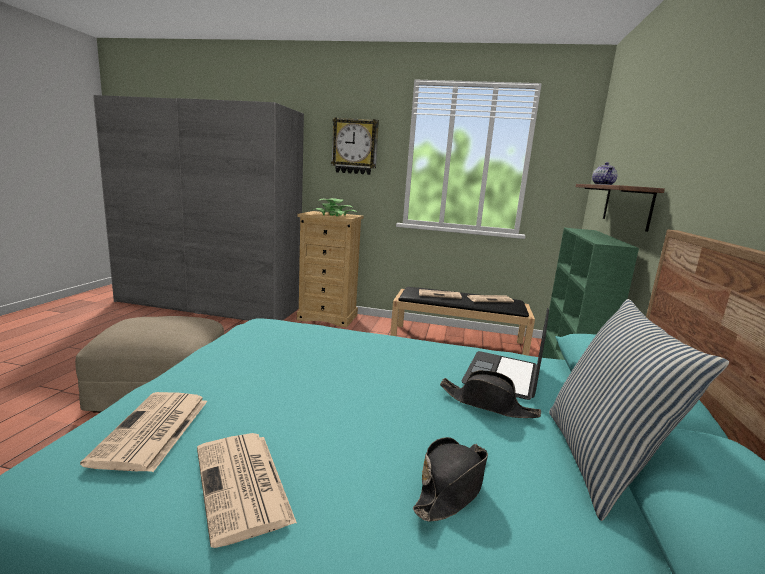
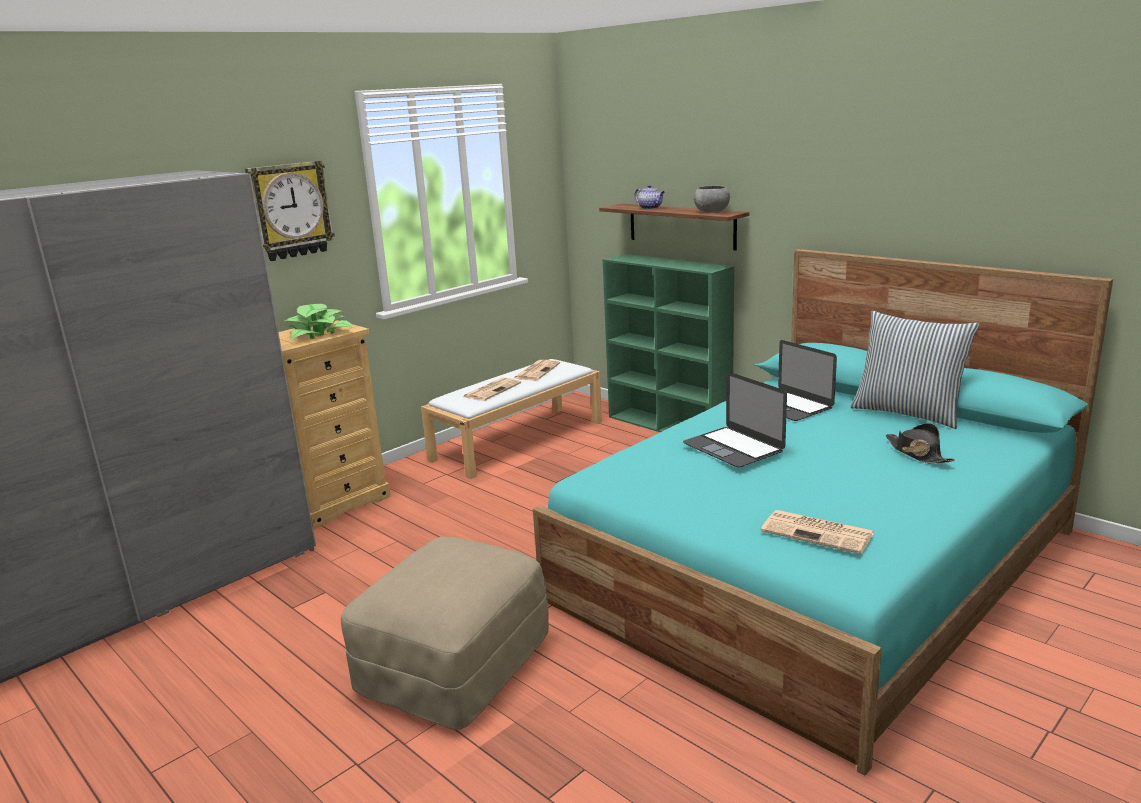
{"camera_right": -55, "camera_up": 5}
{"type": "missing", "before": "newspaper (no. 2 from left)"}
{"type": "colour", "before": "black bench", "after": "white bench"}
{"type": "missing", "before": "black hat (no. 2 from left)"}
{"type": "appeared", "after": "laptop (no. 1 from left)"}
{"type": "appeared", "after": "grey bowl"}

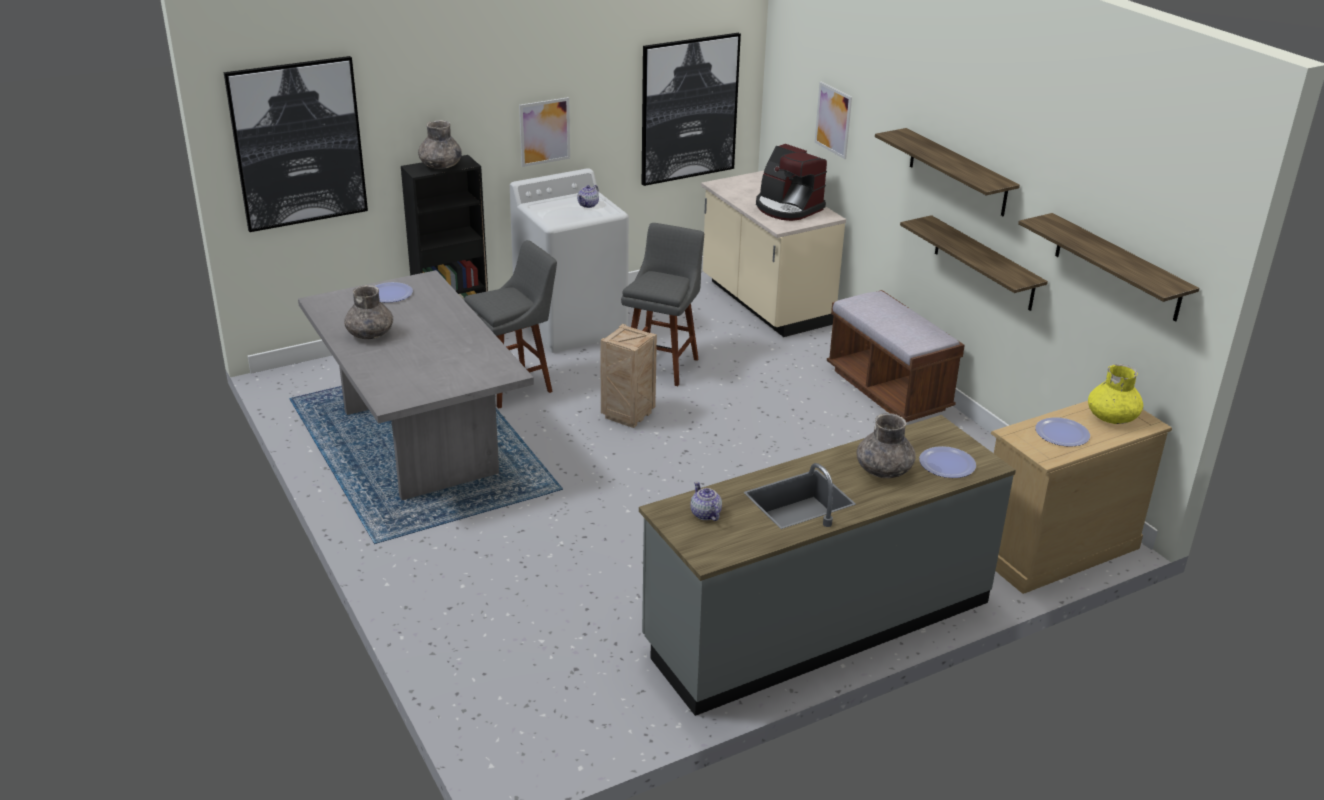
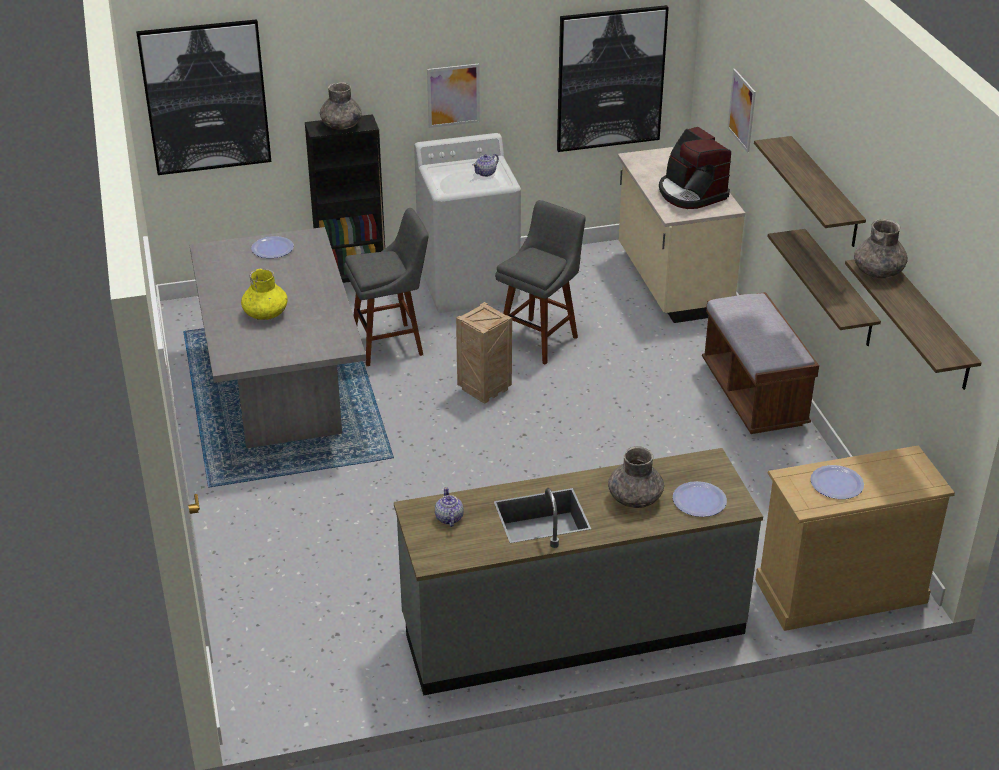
{"camera_right": 15, "camera_up": 5}
{"type": "relocated", "before": "grey vase (no. 1 from left in the first image)", "after": "grey vase (no. 3 from left)"}
{"type": "relocated", "before": "yellow vase"}

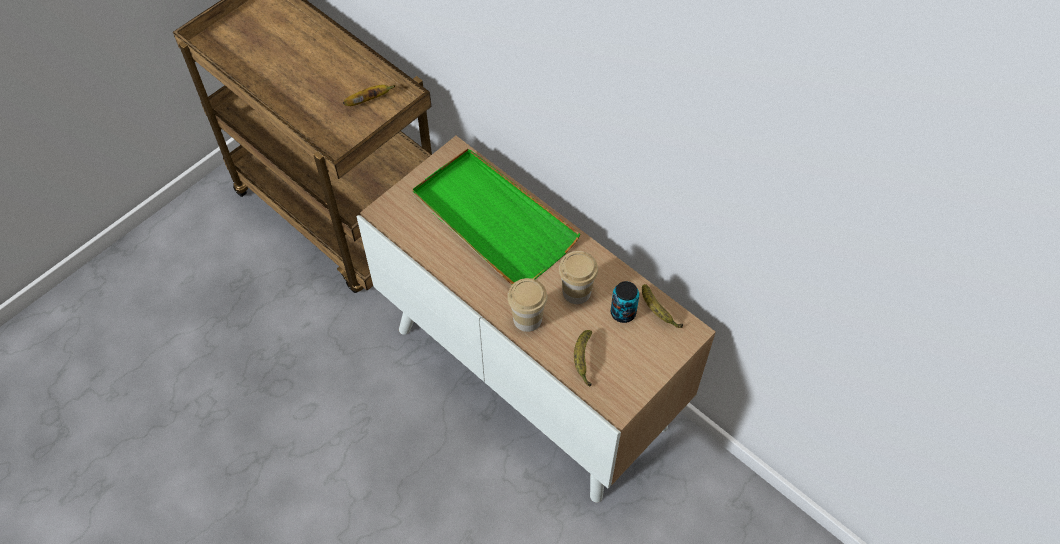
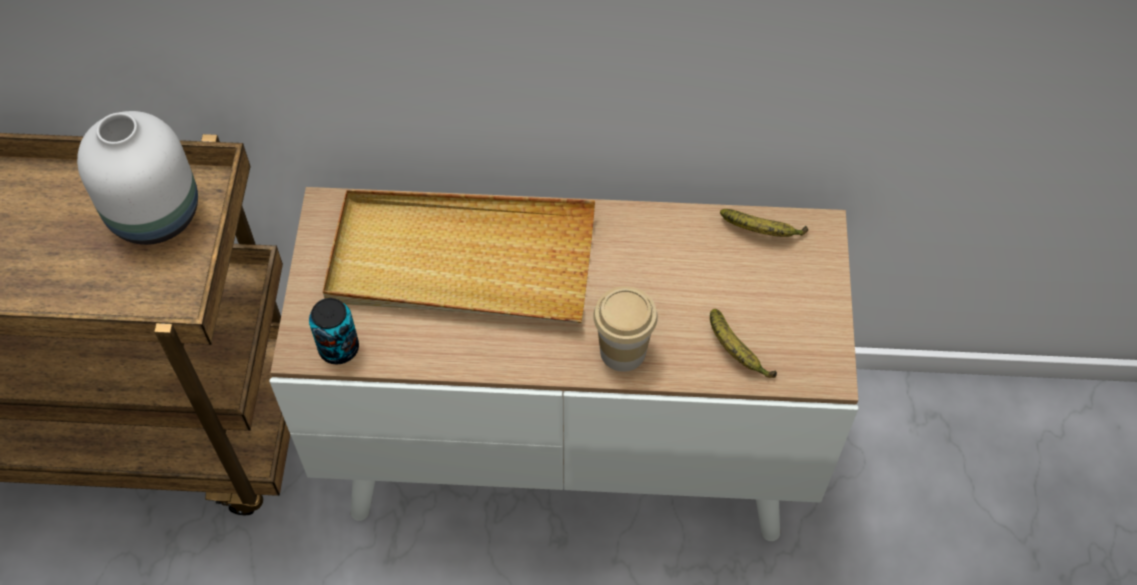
{"camera_right": -40, "camera_up": 0}
{"type": "exchanged", "before": "banana (no. 1 from left)", "after": "white vase"}
{"type": "colour", "before": "green tray", "after": "beige tray"}
{"type": "missing", "before": "cup (no. 2 from left)"}
{"type": "relocated", "before": "can"}

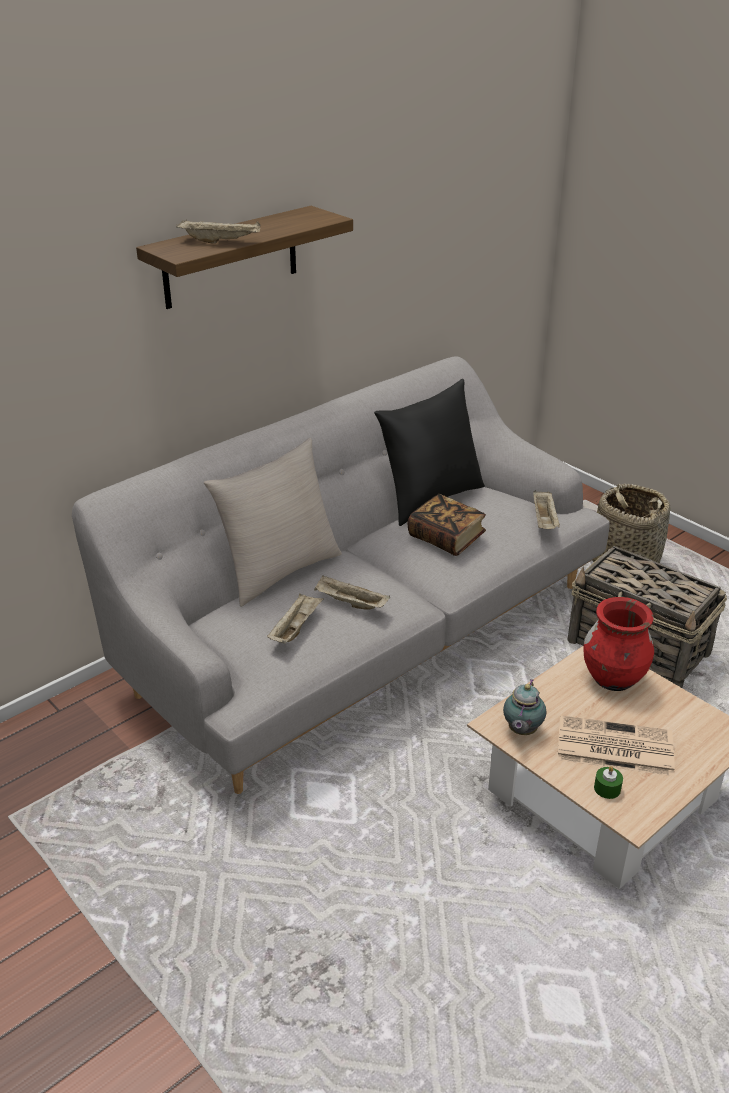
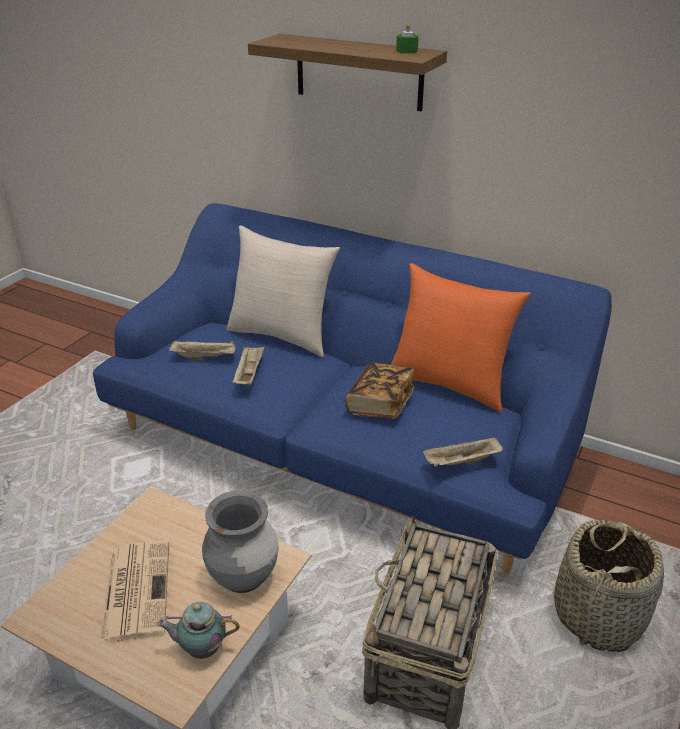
{"camera_right": 70, "camera_up": 0}
{"type": "colour", "before": "grey sofa", "after": "blue sofa"}
{"type": "missing", "before": "beige tray (no. 1 from left)"}
{"type": "colour", "before": "black pillow", "after": "orange pillow"}
{"type": "relocated", "before": "teapot"}
{"type": "colour", "before": "red vase", "after": "grey vase"}
{"type": "relocated", "before": "green candle"}

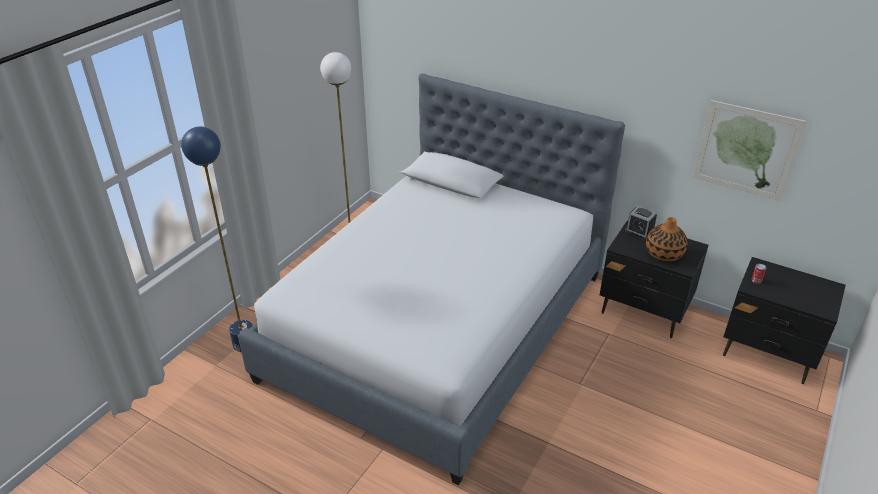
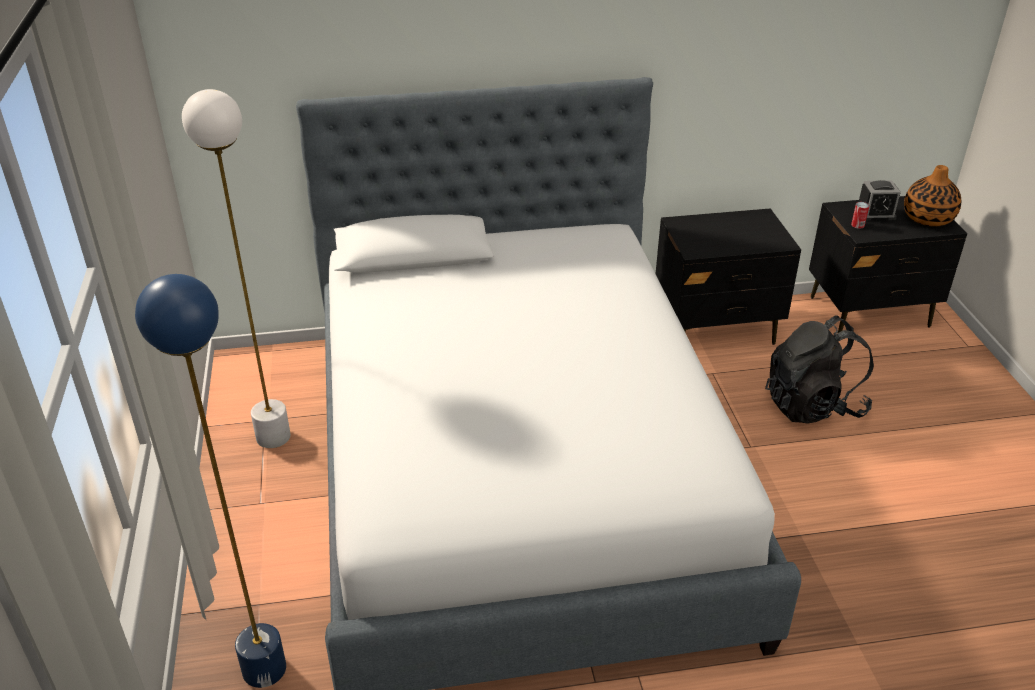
{"camera_right": -40, "camera_up": 0}
{"type": "relocated", "before": "alarm clock"}
{"type": "relocated", "before": "vase"}
{"type": "missing", "before": "picture"}
{"type": "appeared", "after": "black backpack"}

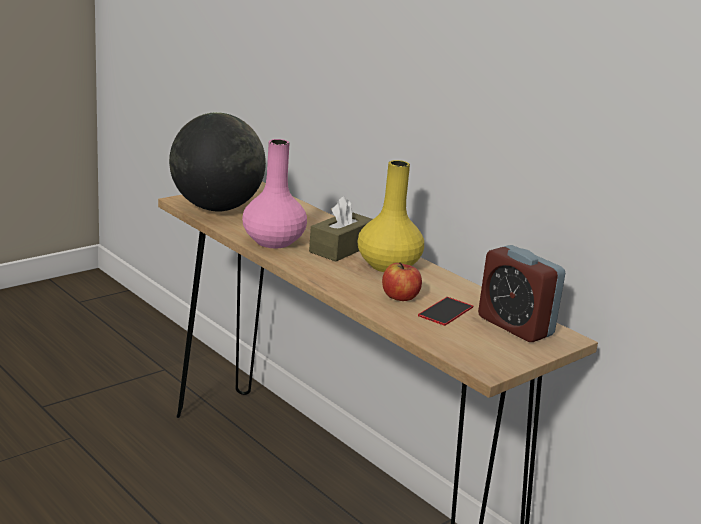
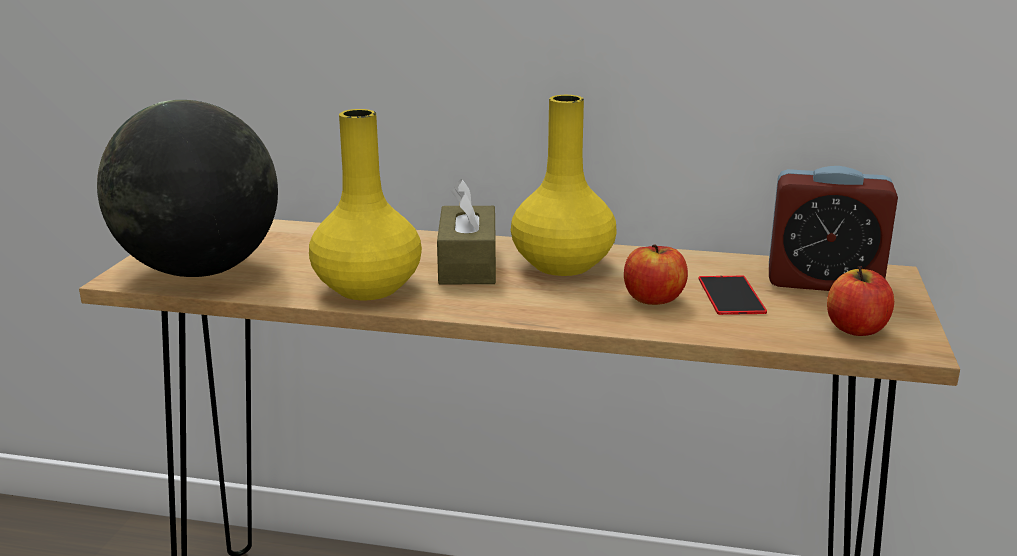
{"camera_right": -35, "camera_up": 0}
{"type": "colour", "before": "pink vase", "after": "yellow vase (no. 1 from left)"}
{"type": "appeared", "after": "apple (no. 2 from left)"}

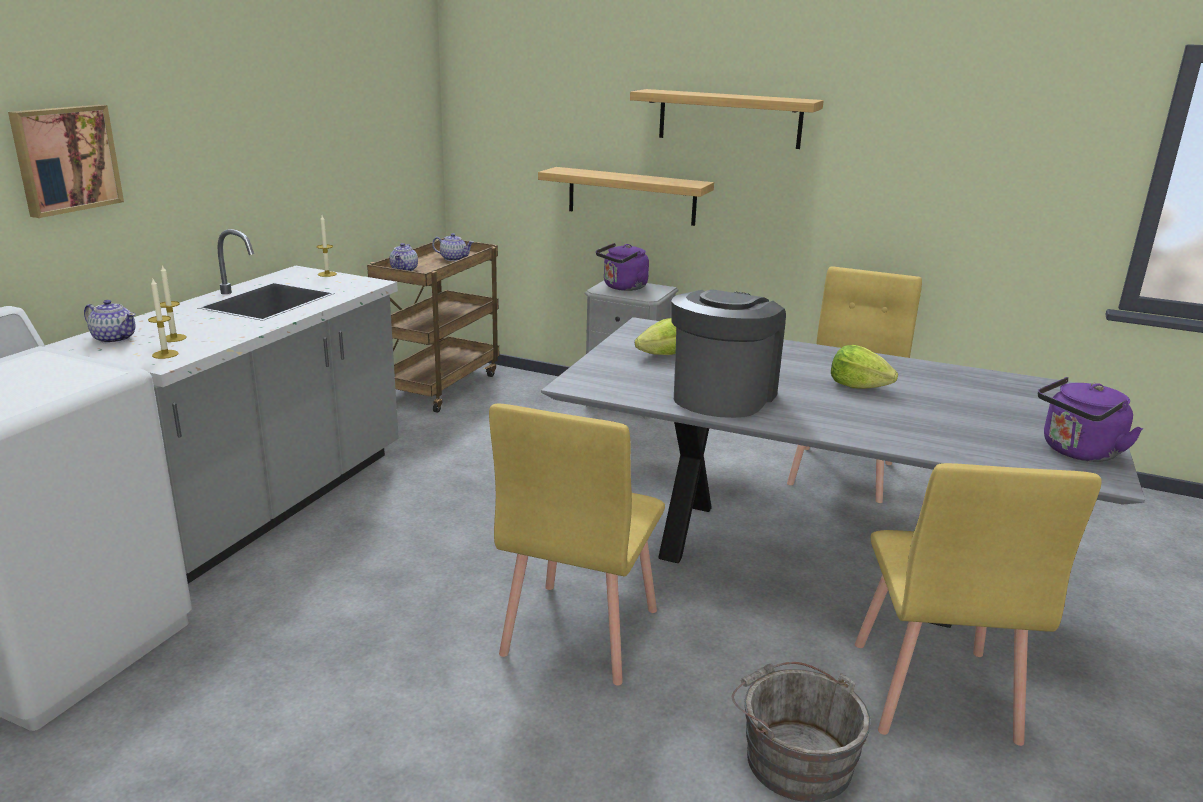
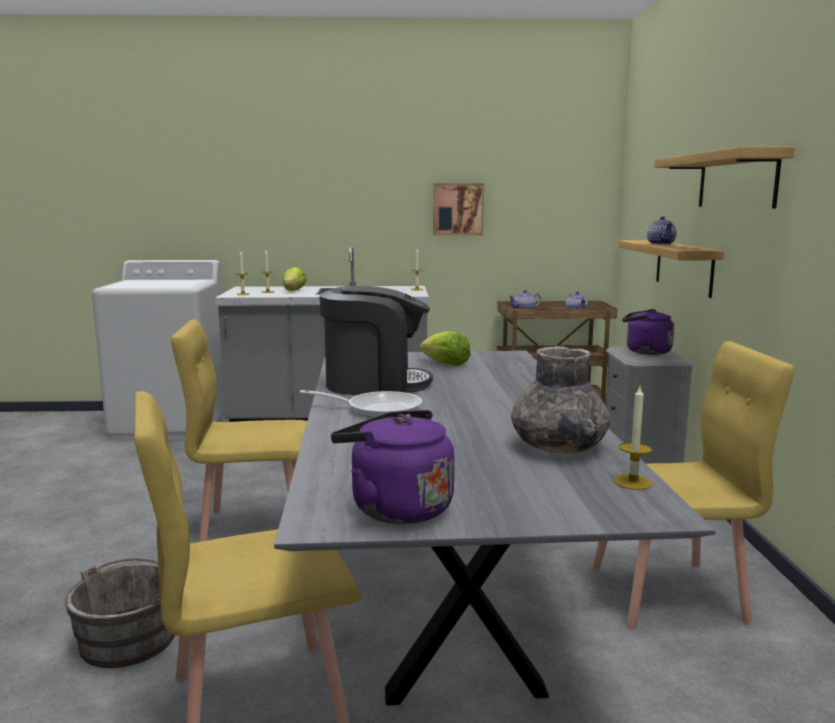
{"camera_right": 65, "camera_up": -10}
{"type": "relocated", "before": "picture"}
{"type": "relocated", "before": "teapot (no. 1 from left in the first image)", "after": "teapot (no. 3 from left)"}
{"type": "relocated", "before": "lettuce (no. 2 from left in the first image)", "after": "lettuce (no. 1 from left)"}
{"type": "appeared", "after": "frying pan"}
{"type": "appeared", "after": "grey vase"}
{"type": "appeared", "after": "candle (no. 4 from left)"}

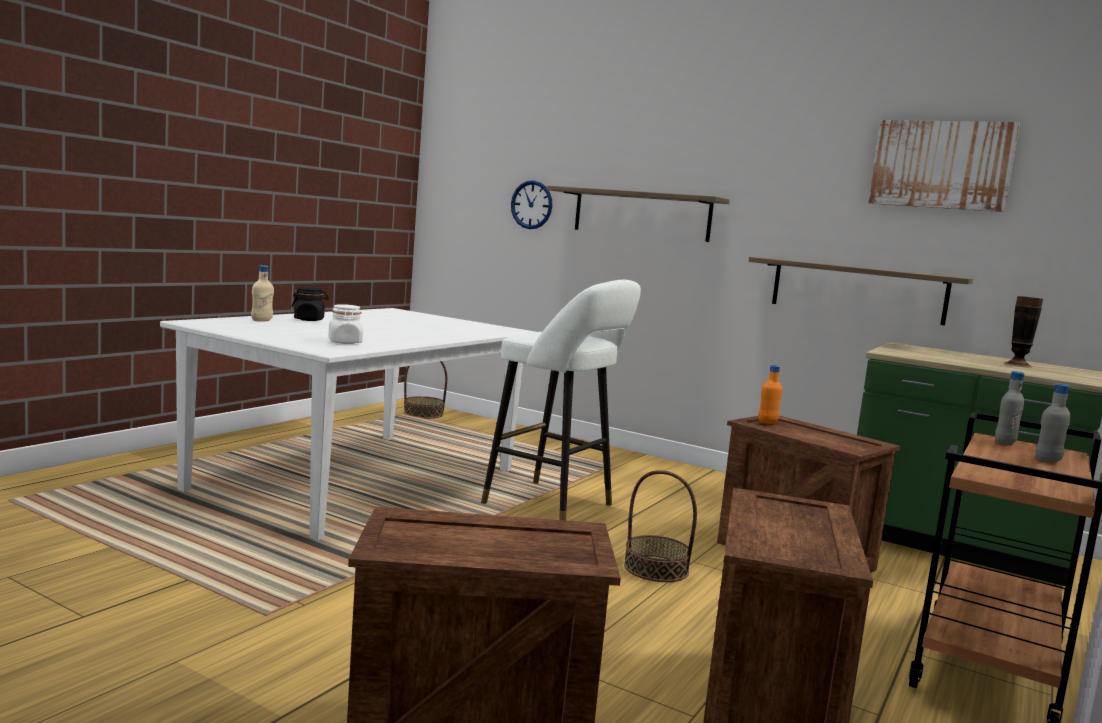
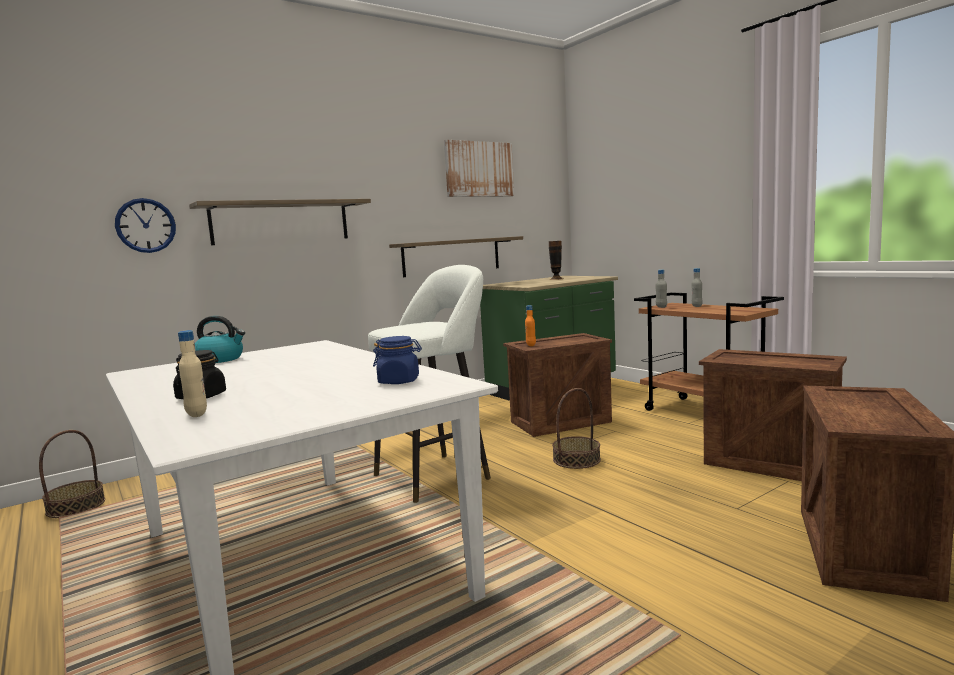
{"camera_right": -65, "camera_up": 0}
{"type": "colour", "before": "white jar", "after": "blue jar"}
{"type": "appeared", "after": "kettle"}

